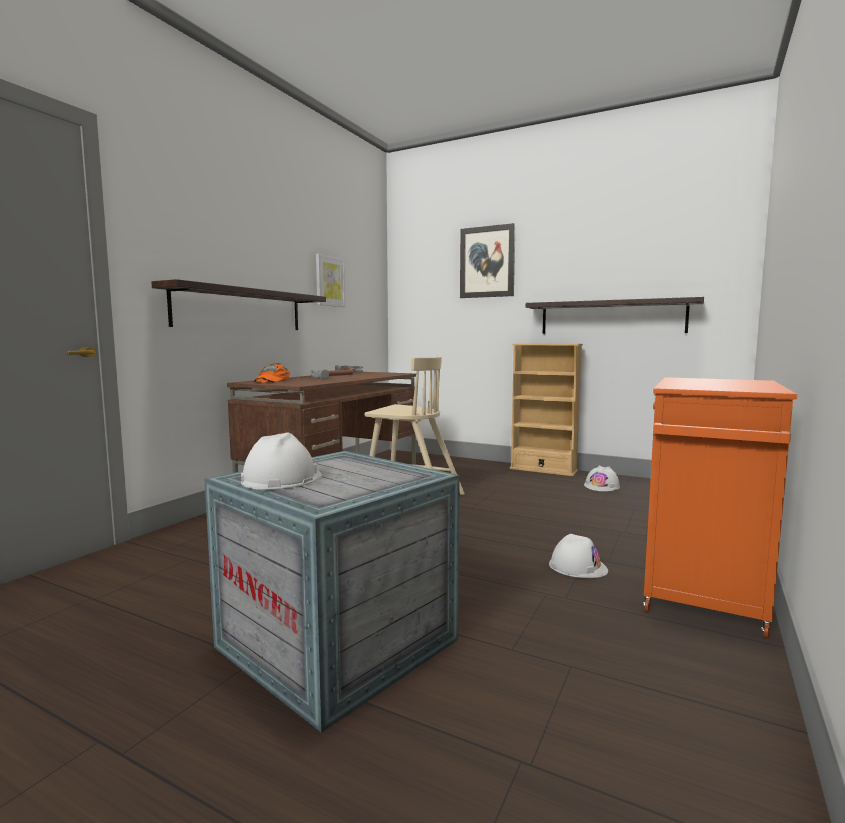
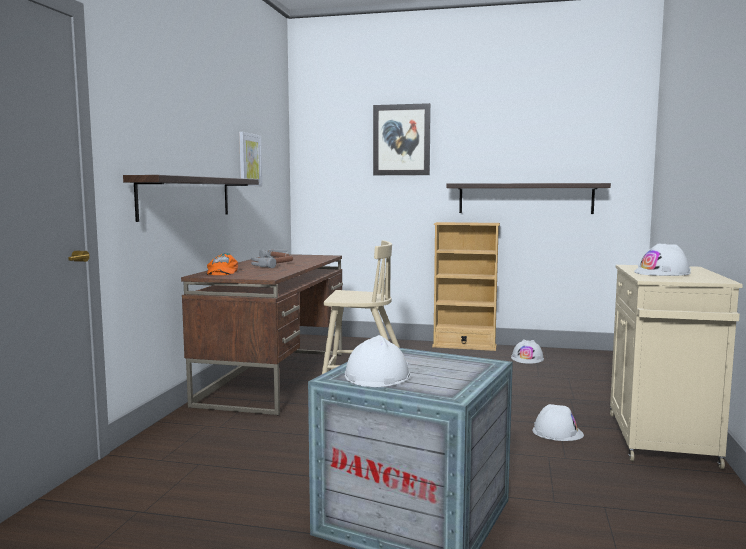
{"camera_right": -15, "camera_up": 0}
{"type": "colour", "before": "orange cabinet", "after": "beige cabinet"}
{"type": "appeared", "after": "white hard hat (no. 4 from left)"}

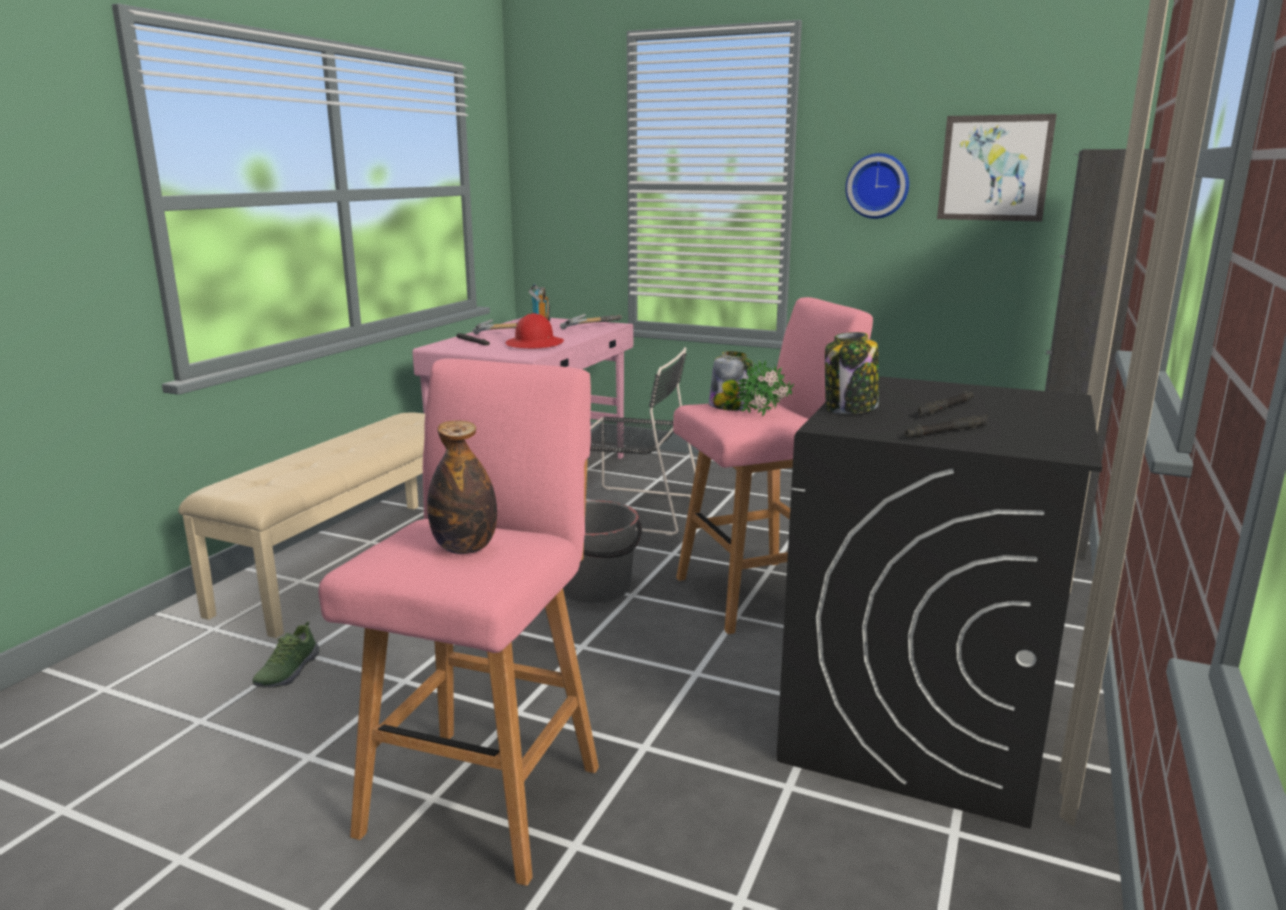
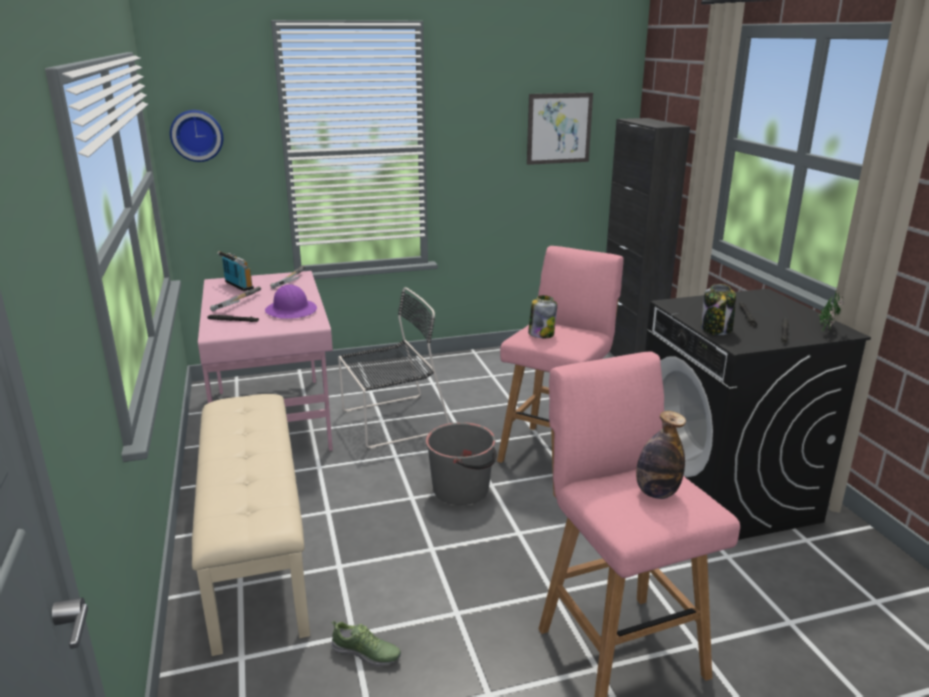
{"camera_right": -40, "camera_up": 5}
{"type": "spun", "before": "shoe", "turn": -45}
{"type": "colour", "before": "red hard hat", "after": "purple hard hat"}
{"type": "relocated", "before": "potted plant"}
{"type": "relocated", "before": "wall clock"}

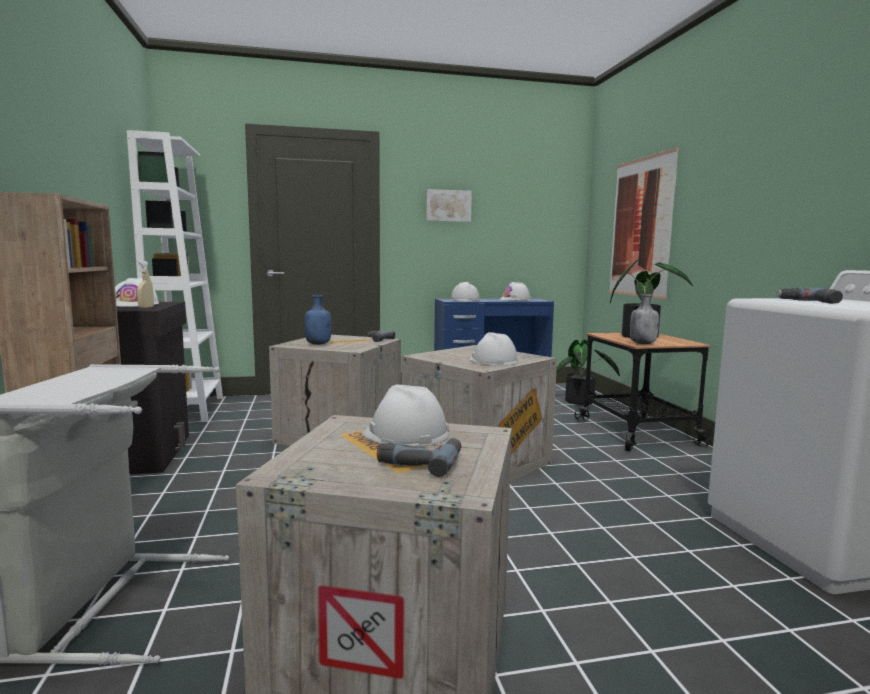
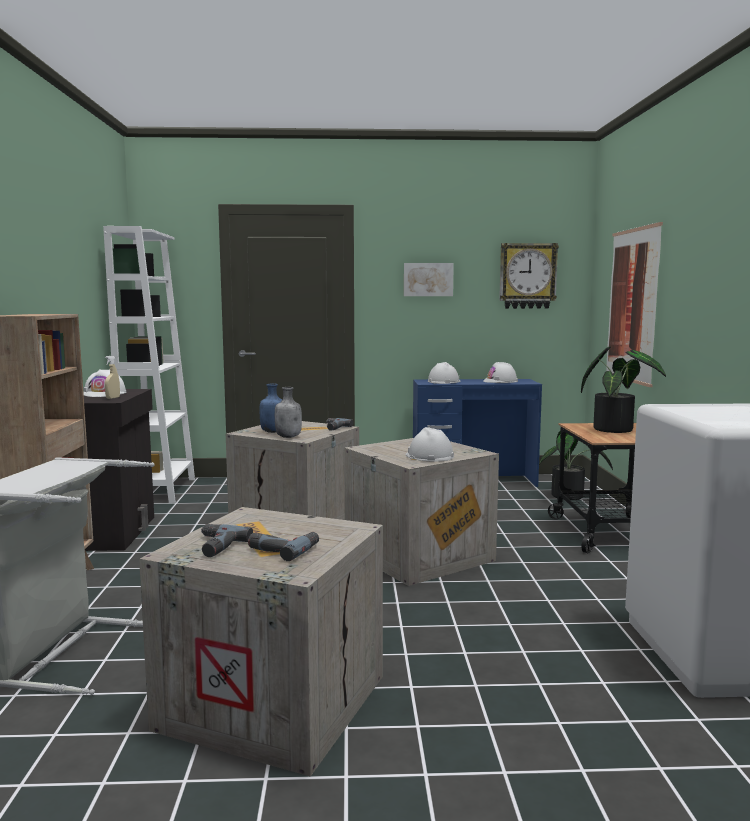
{"camera_right": 10, "camera_up": 0}
{"type": "missing", "before": "white hard hat (no. 2 from left)"}
{"type": "relocated", "before": "grey bottle"}
{"type": "relocated", "before": "power drill (no. 3 from left in the first image)", "after": "power drill (no. 1 from left)"}
{"type": "appeared", "after": "wall clock"}

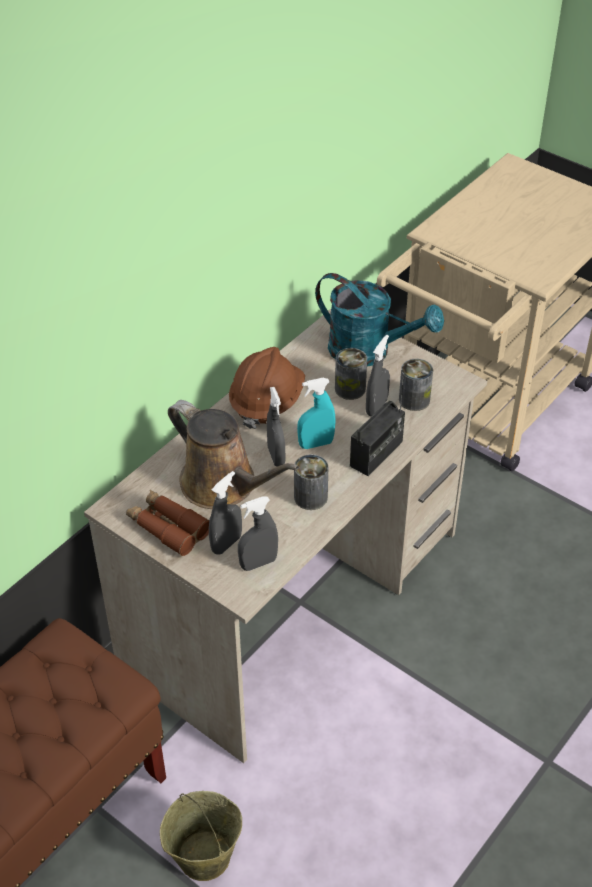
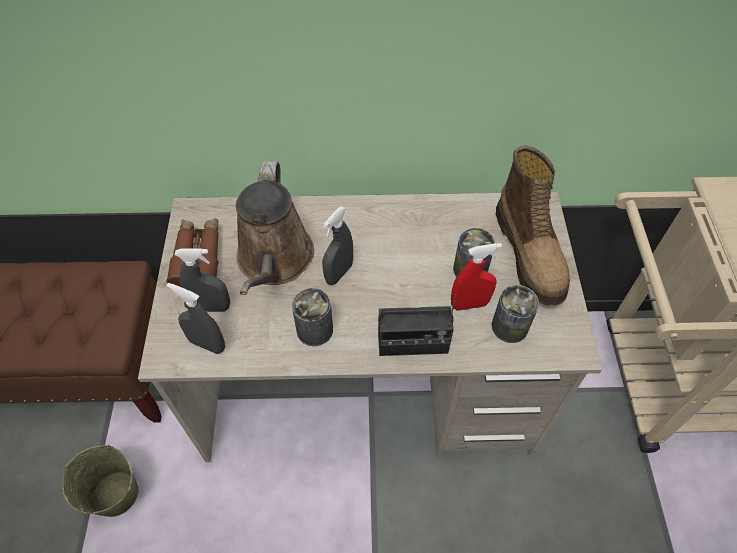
{"camera_right": 50, "camera_up": 10}
{"type": "missing", "before": "brown hard hat"}
{"type": "missing", "before": "turquoise spray bottle"}
{"type": "exchanged", "before": "turquoise watering can", "after": "boot"}
{"type": "colour", "before": "grey spray bottle (no. 4 from left)", "after": "red spray bottle"}

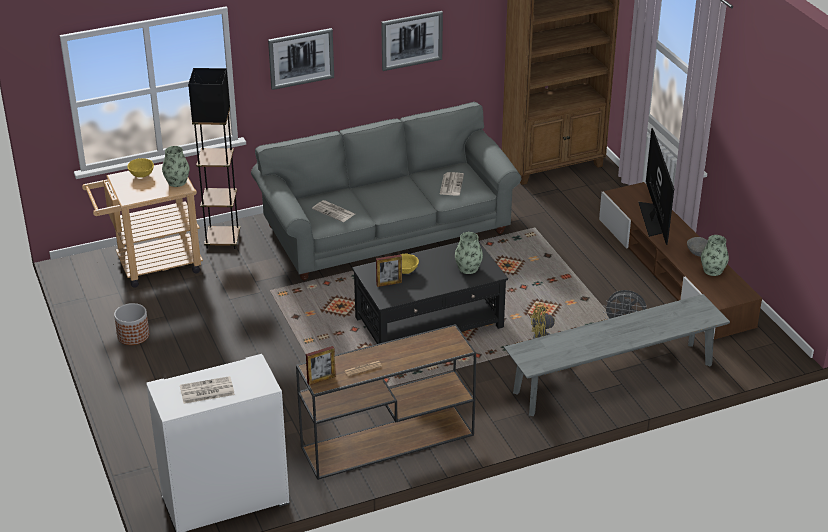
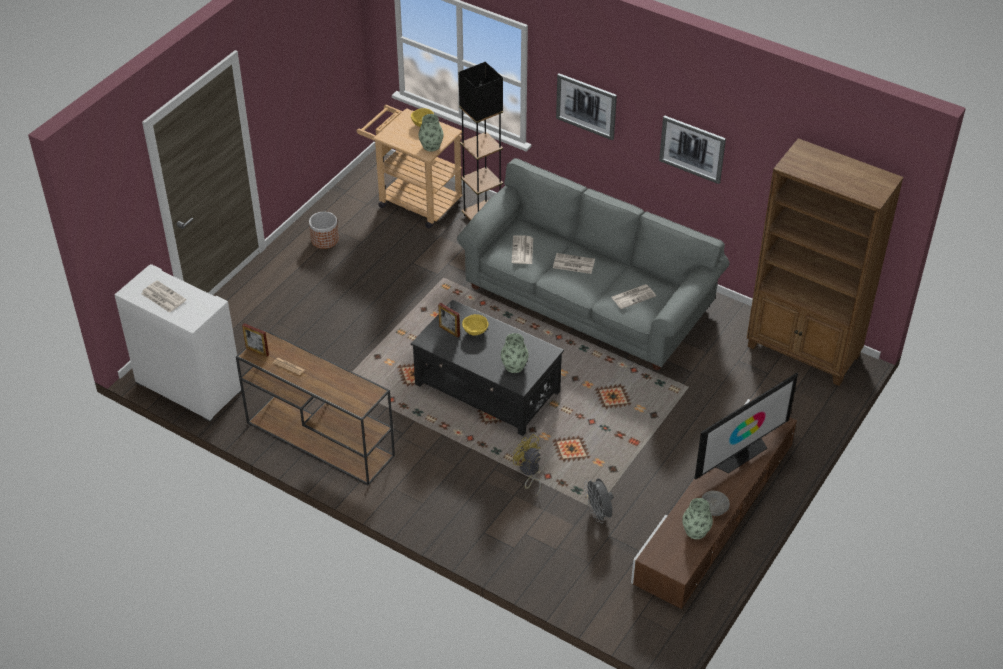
{"camera_right": 55, "camera_up": 10}
{"type": "missing", "before": "grey bench"}
{"type": "appeared", "after": "newspaper (no. 4 from left)"}

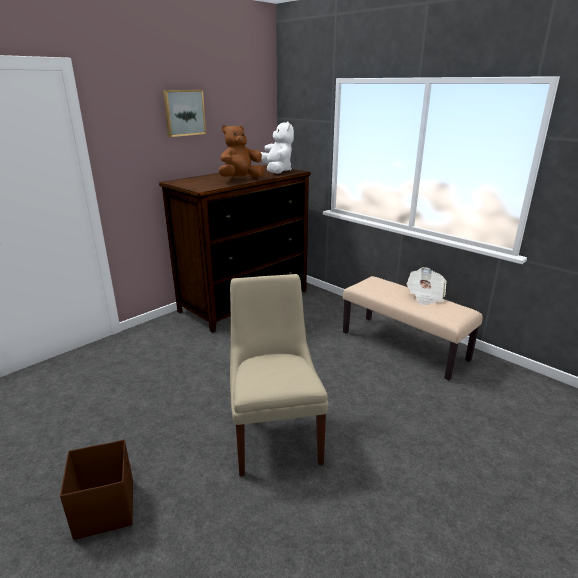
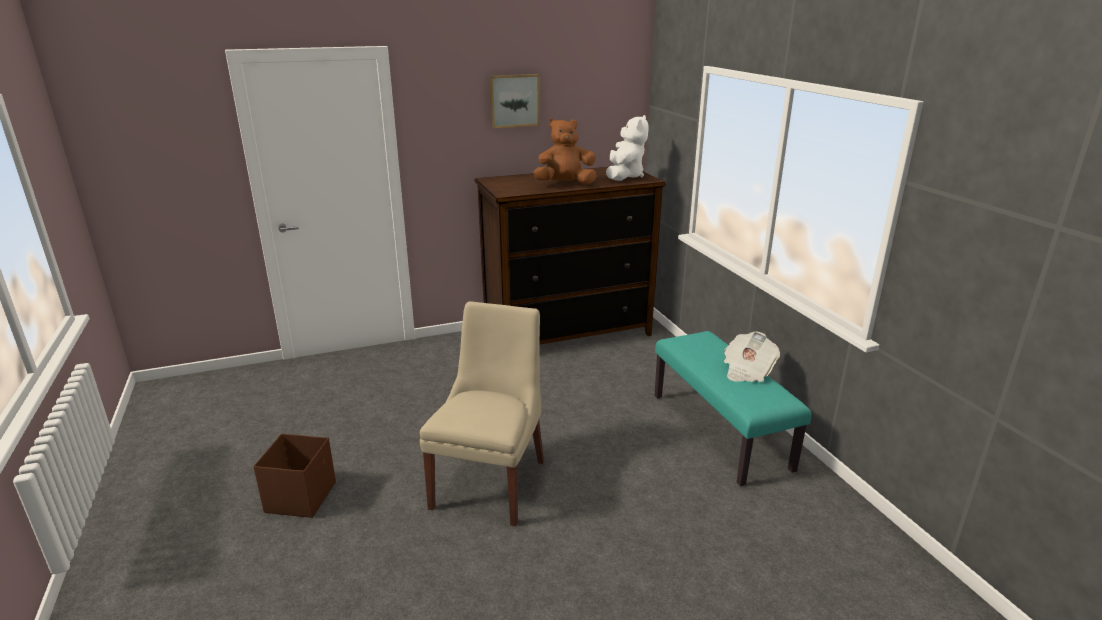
{"camera_right": 25, "camera_up": 0}
{"type": "colour", "before": "beige bench", "after": "turquoise bench"}

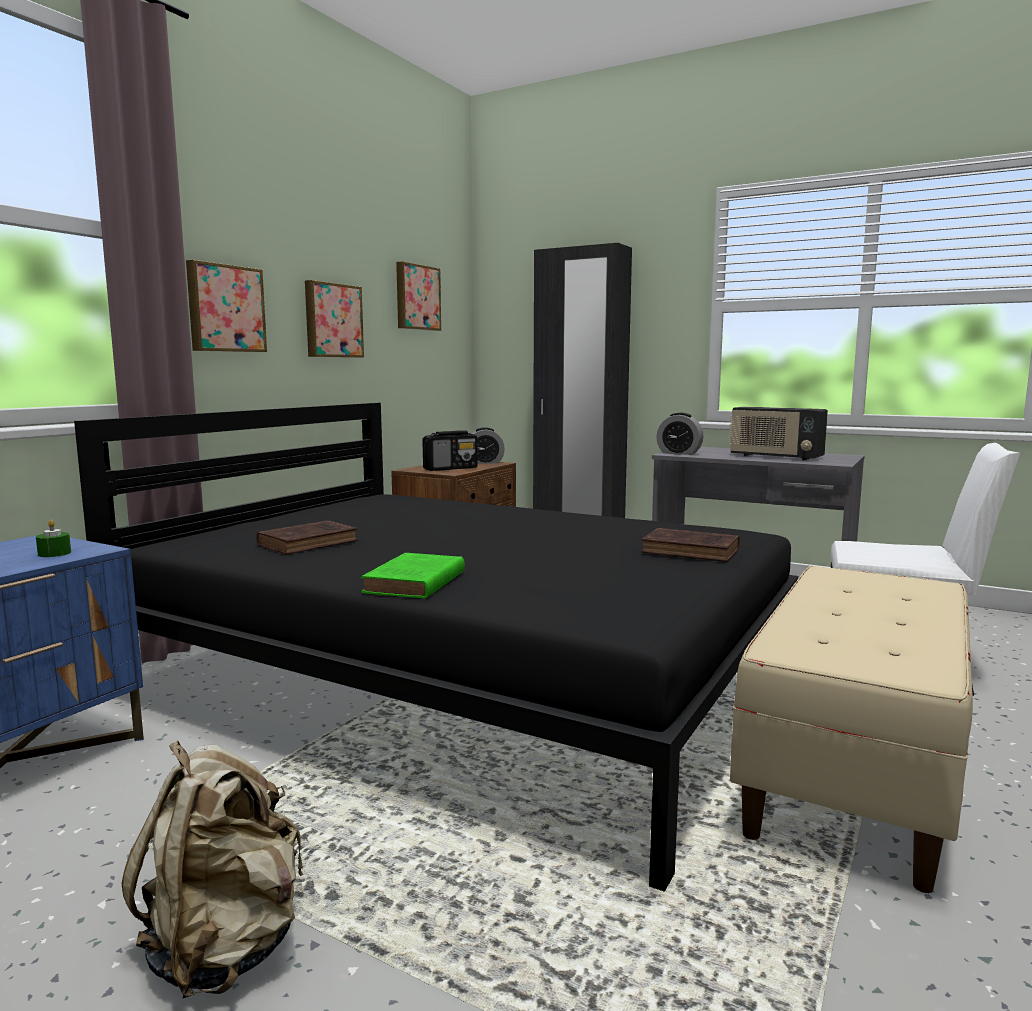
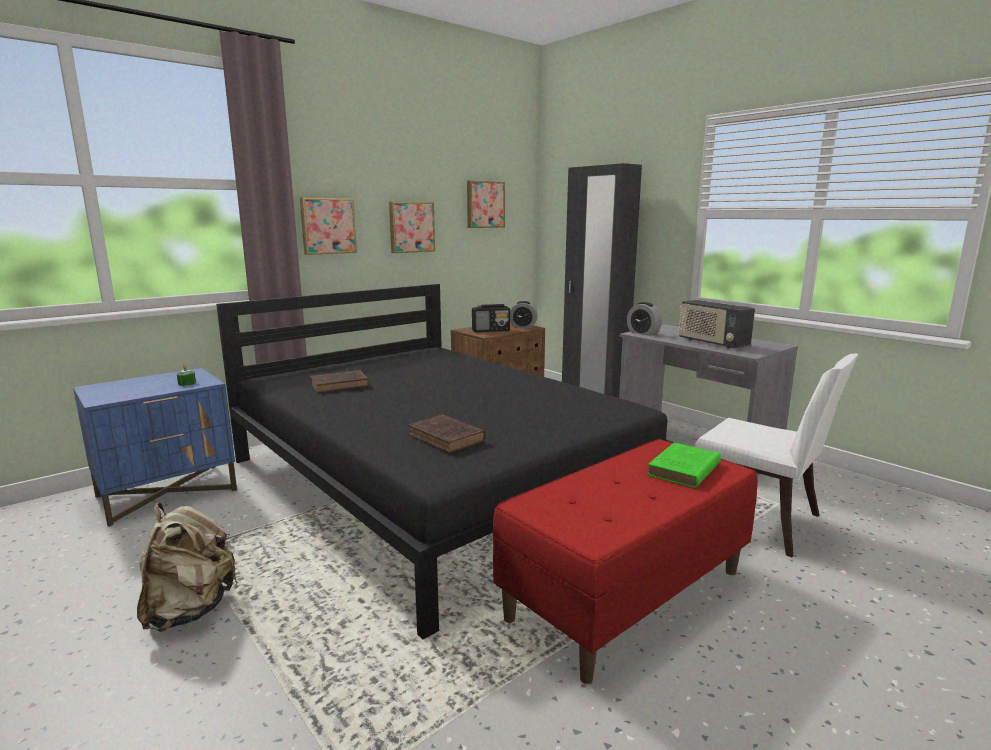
{"camera_right": 20, "camera_up": 5}
{"type": "relocated", "before": "green book"}
{"type": "relocated", "before": "brown book (no. 2 from left)"}
{"type": "colour", "before": "beige bench", "after": "red bench"}

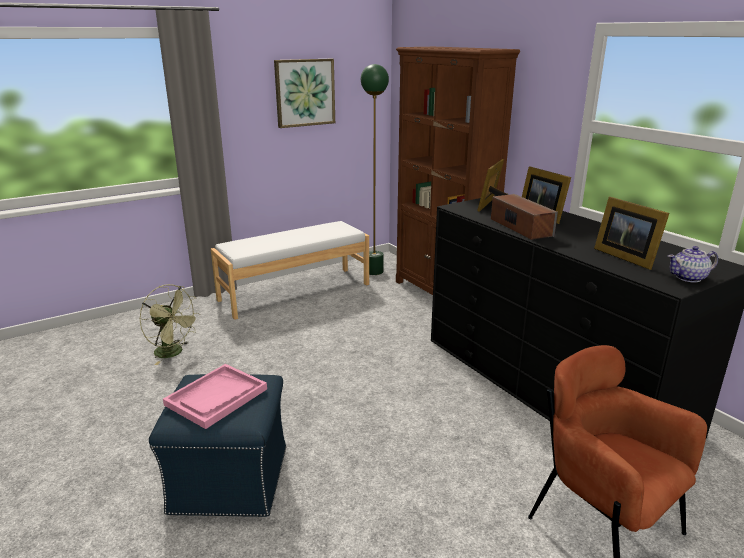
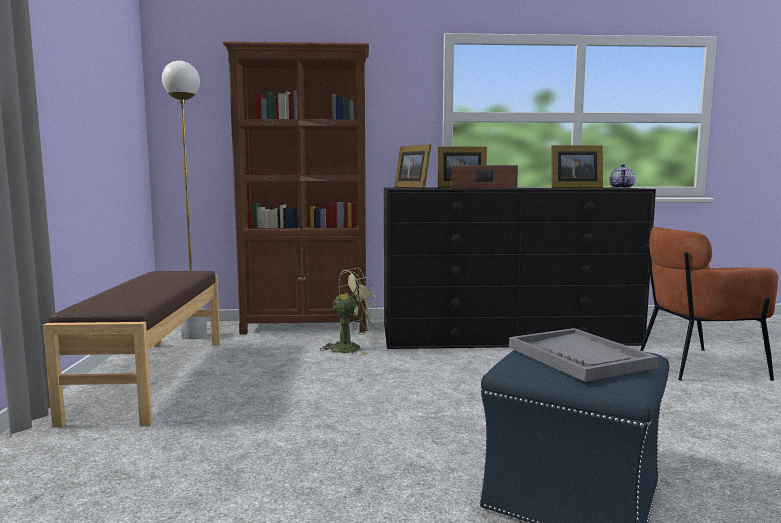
{"camera_right": -60, "camera_up": -15}
{"type": "relocated", "before": "green fan"}
{"type": "colour", "before": "pink tray", "after": "grey tray"}
{"type": "colour", "before": "white bench", "after": "brown bench"}
{"type": "missing", "before": "picture"}
{"type": "colour", "before": "green floor lamp", "after": "white floor lamp"}

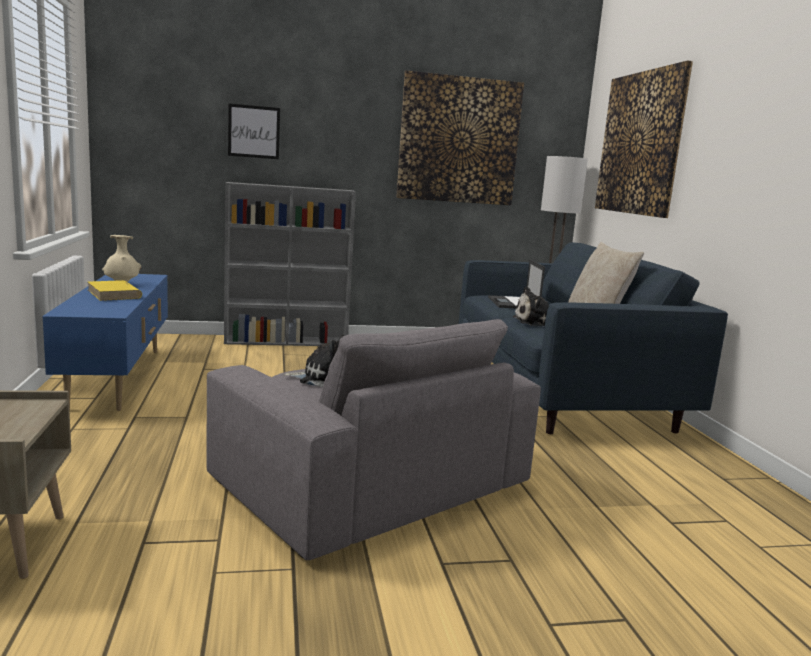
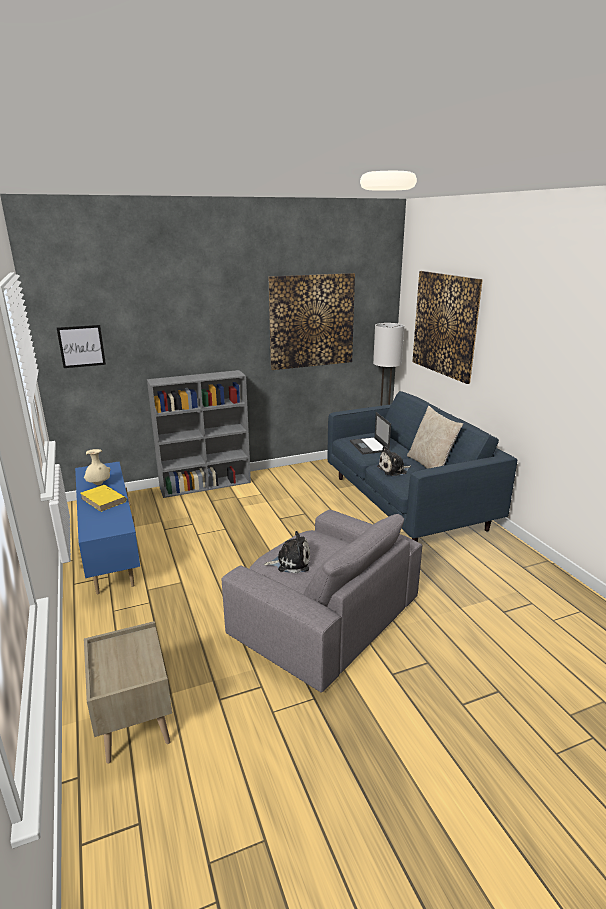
{"camera_right": -10, "camera_up": 10}
{"type": "relocated", "before": "picture (no. 1 from left)"}

